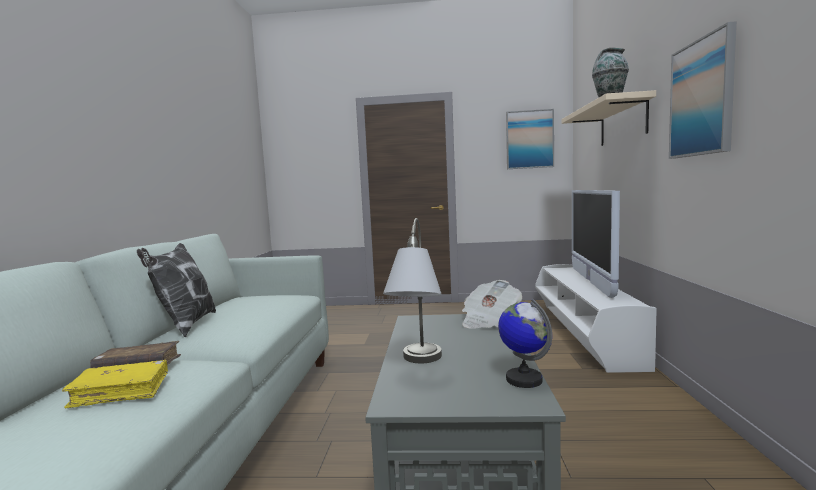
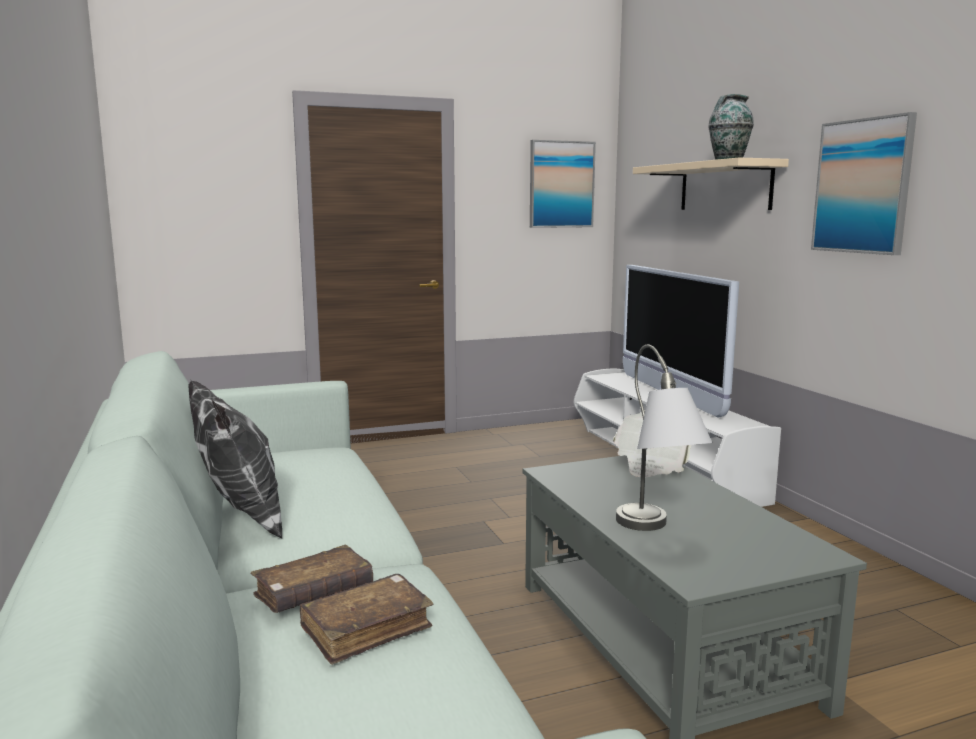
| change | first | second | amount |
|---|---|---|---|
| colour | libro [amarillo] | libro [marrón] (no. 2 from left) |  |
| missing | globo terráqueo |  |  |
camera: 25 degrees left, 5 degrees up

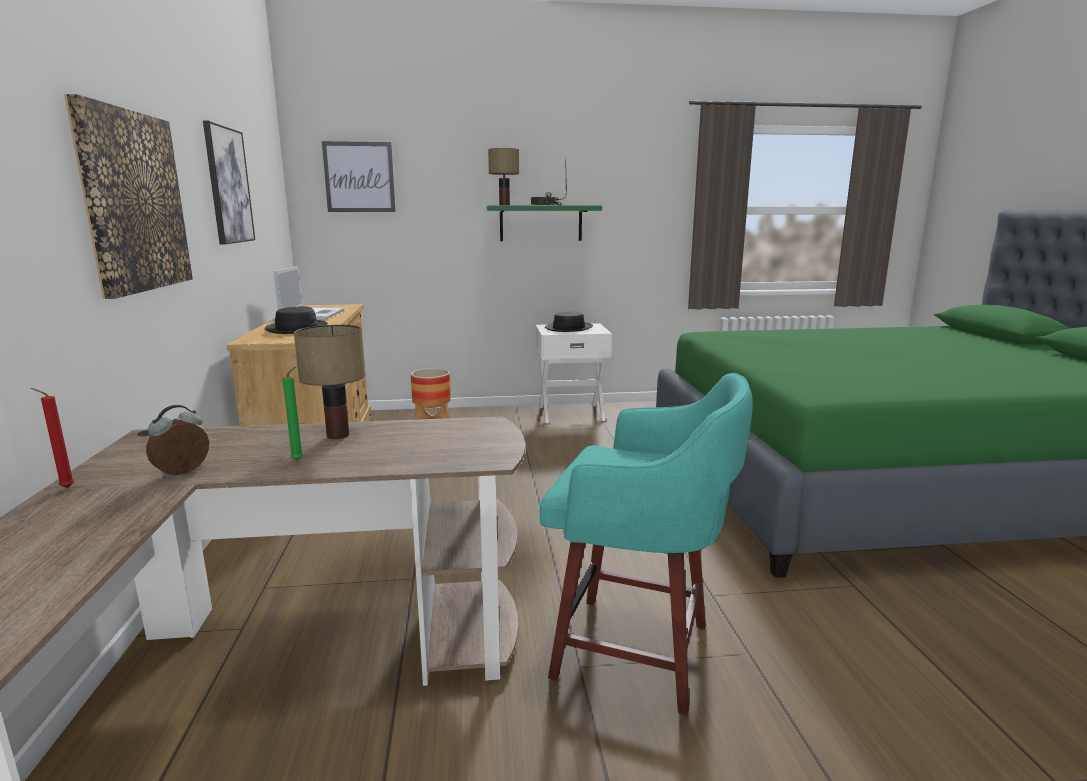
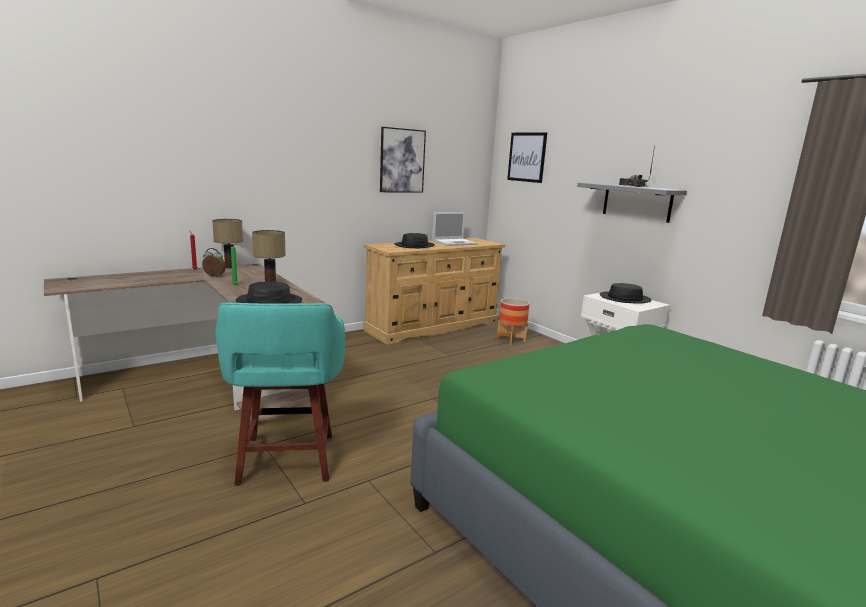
| change | first | second | amount |
|---|---|---|---|
| missing | cuadro (no. 1 from left) |  |  |
| colour | estante [verde] | estante [gris] |  |
| relocated | lámpara de mesa (no. 2 from left in the first image) | lámpara de mesa (no. 1 from left) |  |
| appeared |  | sombrero [negro] (no. 1 from left) |  |
camera: 60 degrees right, 0 degrees up

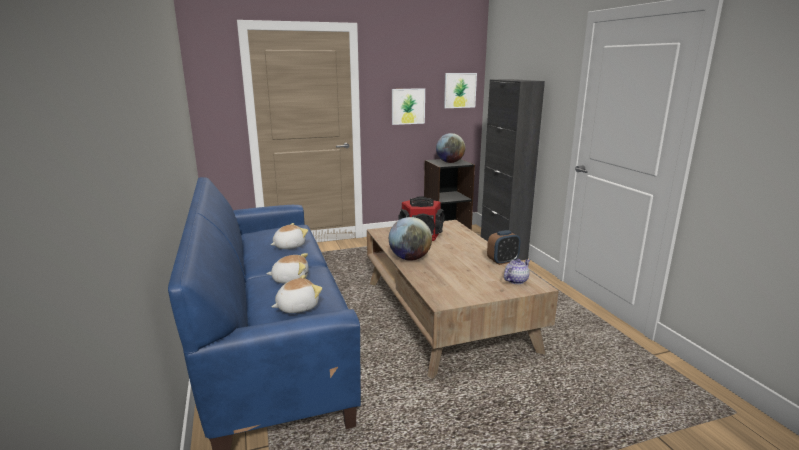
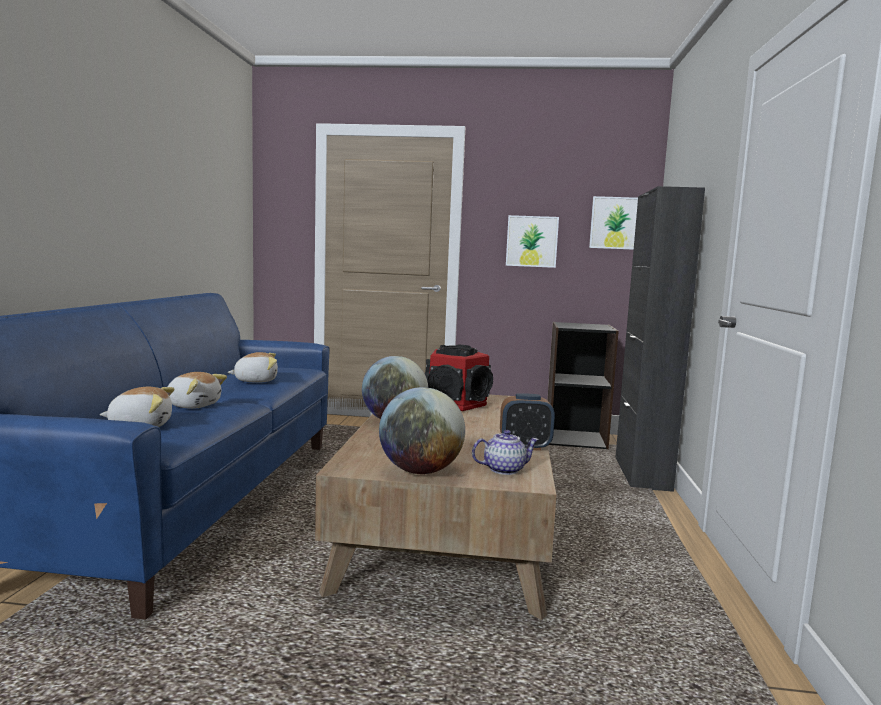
| change | first | second | amount |
|---|---|---|---|
| relocated | globo terráqueo (no. 2 from left) |  |  |
camera: 25 degrees right, 10 degrees down

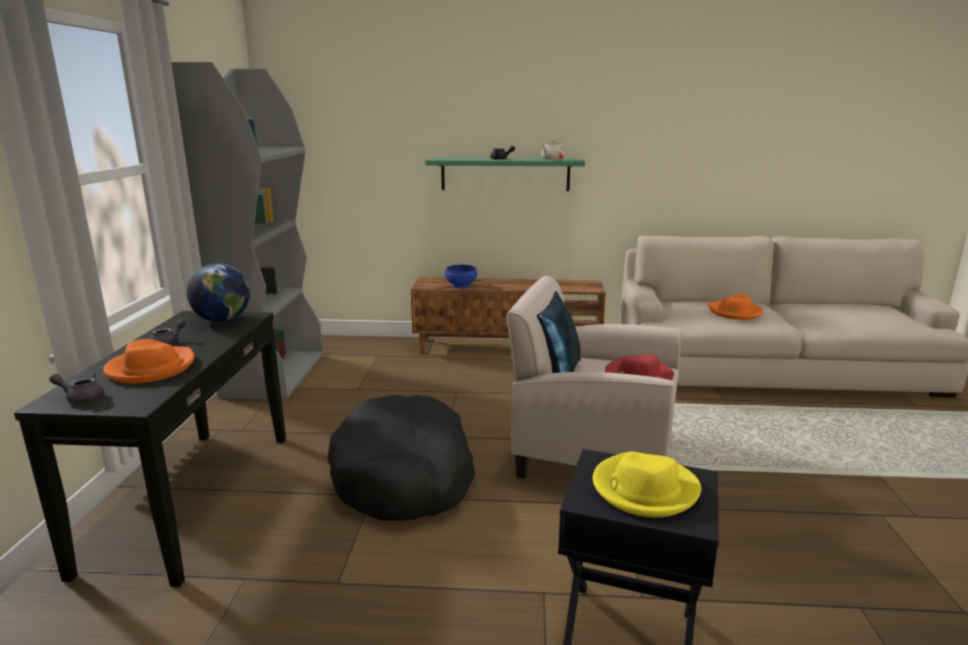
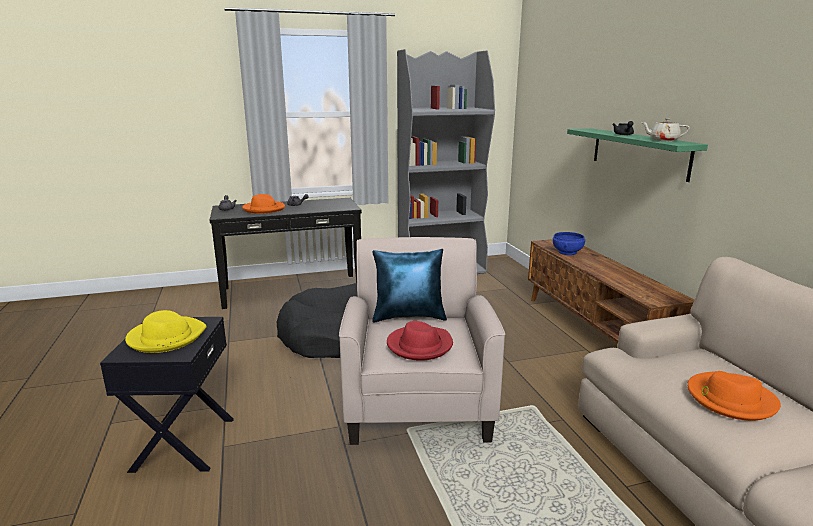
| change | first | second | amount |
|---|---|---|---|
| missing | globo terráqueo |  |  |
camera: 70 degrees right, 0 degrees up

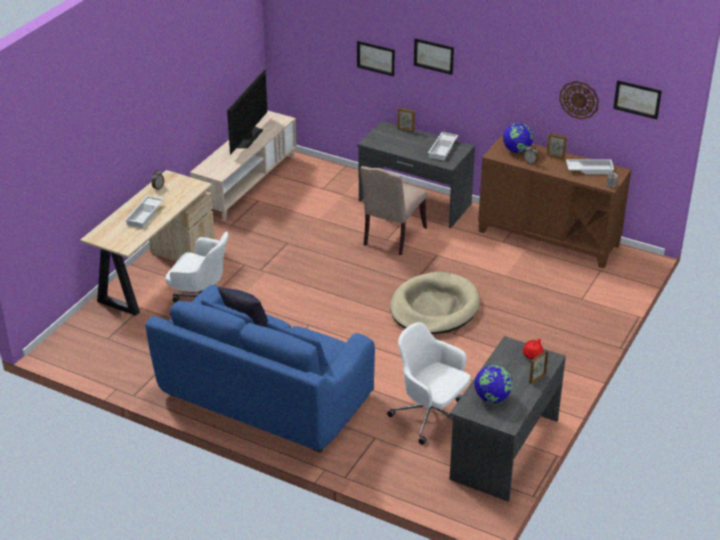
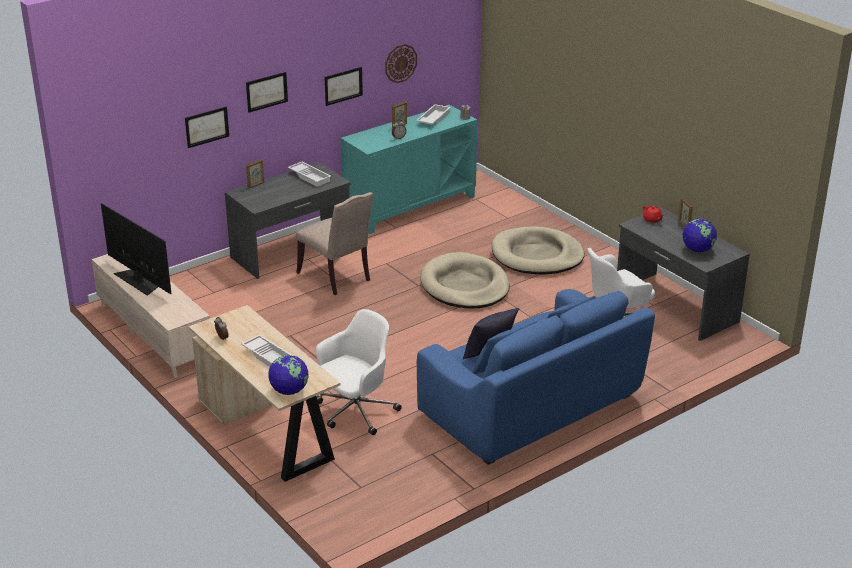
| change | first | second | amount |
|---|---|---|---|
| colour | armario [marrón] | armario [turquesa] |  |
| relocated | globo terráqueo (no. 2 from left in the first image) | globo terráqueo (no. 1 from left) |  |
| relocated | cuadro (no. 3 from left) |  |  |
| appeared |  | cama para perro [beis] (no. 2 from left) |  |
camera: 65 degrees left, 5 degrees down

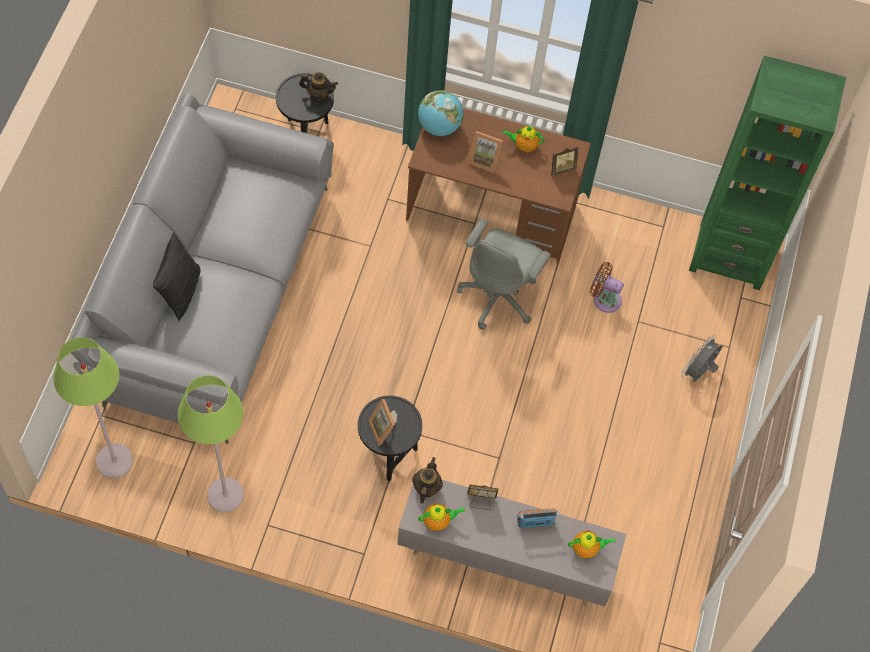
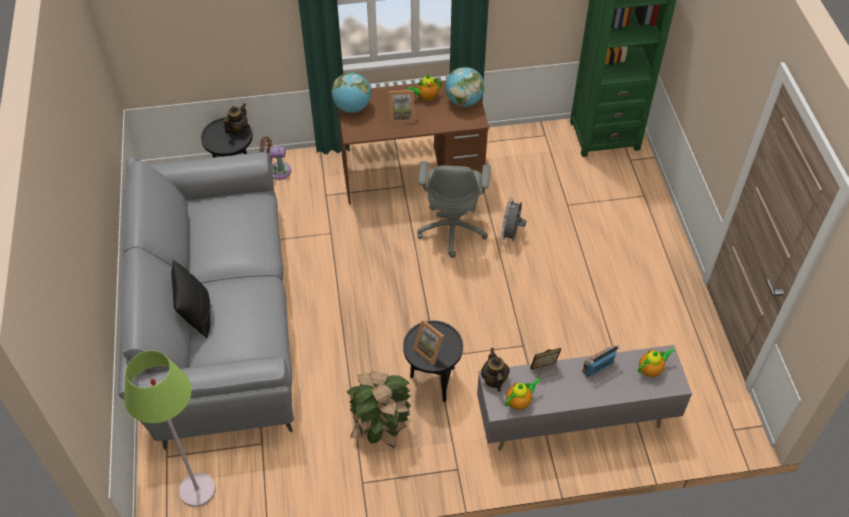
| change | first | second | amount |
|---|---|---|---|
| missing | lámpara de pie [verde] (no. 2 from left) |  |  |
| spun | tetera (no. 1 from left) |  | 45 degrees counterclockwise |
| exchanged | portarretratos (no. 4 from left) | globo terráqueo (no. 2 from left) |  |
| relocated | ventilador [marrón] |  |  |
| relocated | ventilador [gris] |  |  |
| appeared |  | planta en maceta |  |
camera: 20 degrees left, 10 degrees down

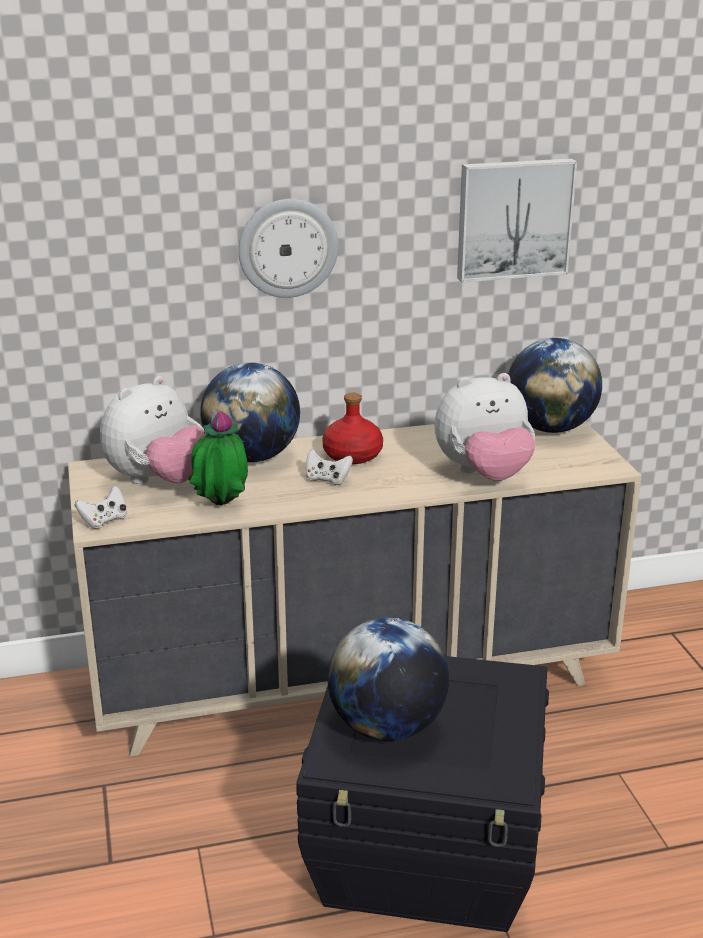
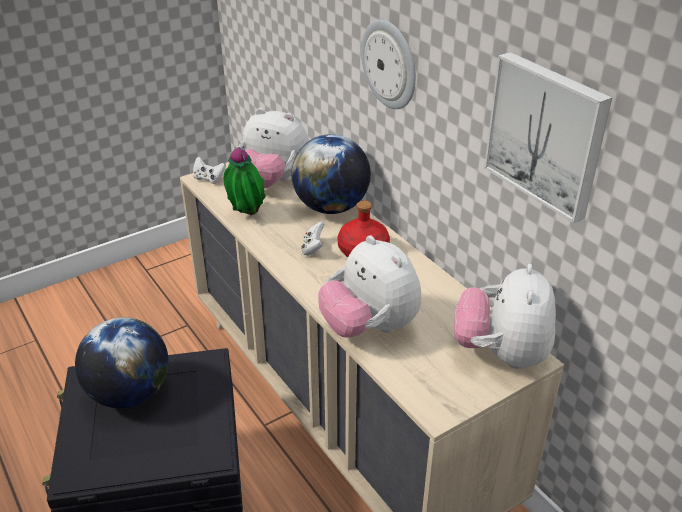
| change | first | second | amount |
|---|---|---|---|
| exchanged | globo terráqueo (no. 3 from left) | peluche (no. 3 from left) |  |
camera: 70 degrees right, 10 degrees up

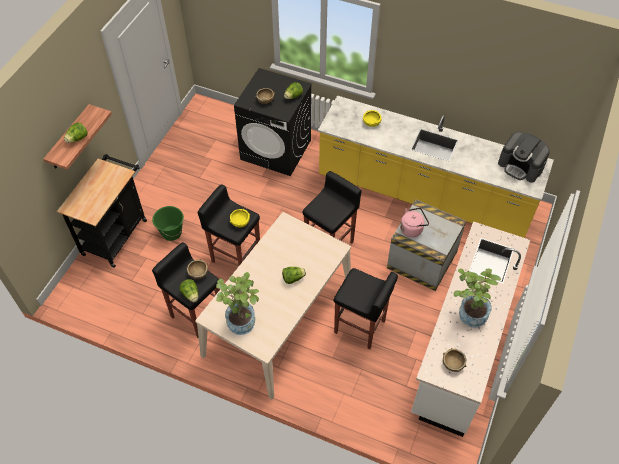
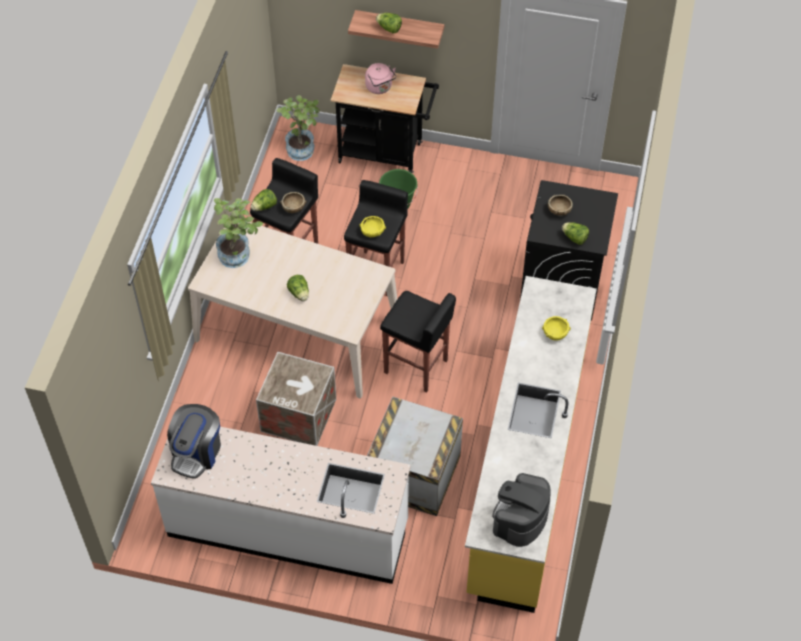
| change | first | second | amount |
|---|---|---|---|
| exchanged | taburete [negro] (no. 4 from left) | caja de embalaje (no. 1 from left) |  |
| relocated | hervidor [rosa] |  |  |
| exchanged | cuenco [marrón] (no. 3 from left) | cafetera (no. 1 from left) |  |
| relocated | planta en maceta (no. 2 from left) |  |  |
camera: 80 degrees right, 0 degrees up

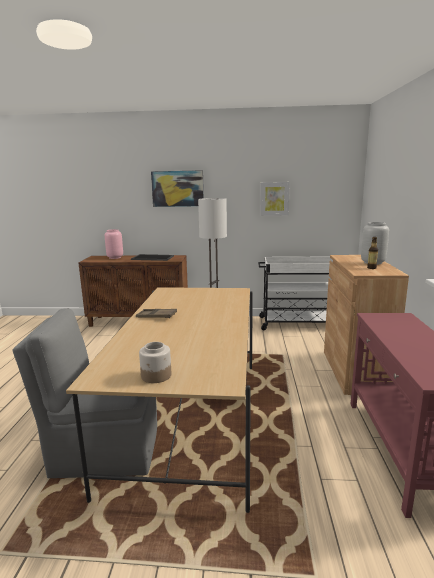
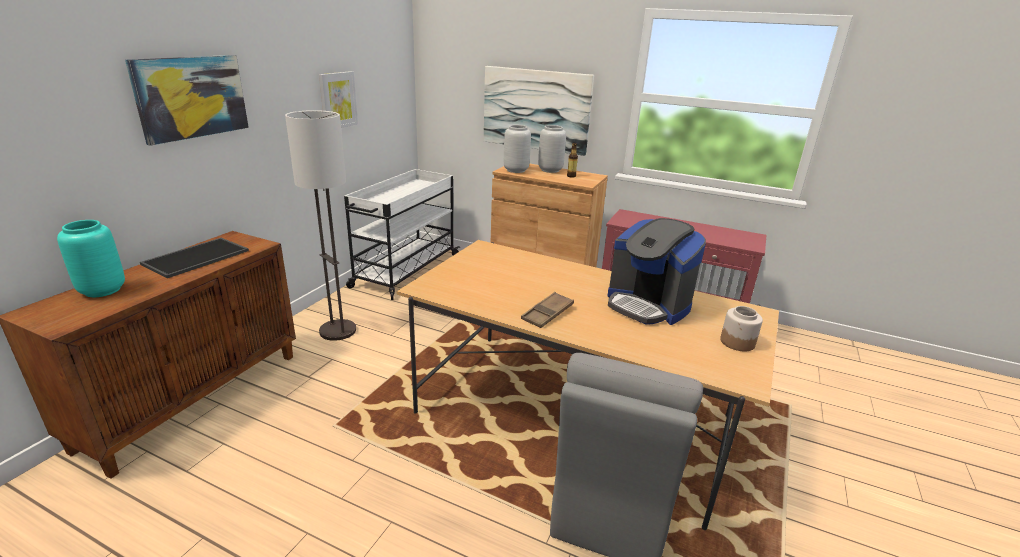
| change | first | second | amount |
|---|---|---|---|
| colour | florero [rosa] | florero [turquesa] |  |
| appeared |  | cuadro (no. 3 from left) |  |
| appeared |  | florero [gris] (no. 1 from left) |  |
| appeared |  | cafetera |  |
camera: 70 degrees left, 10 degrees up

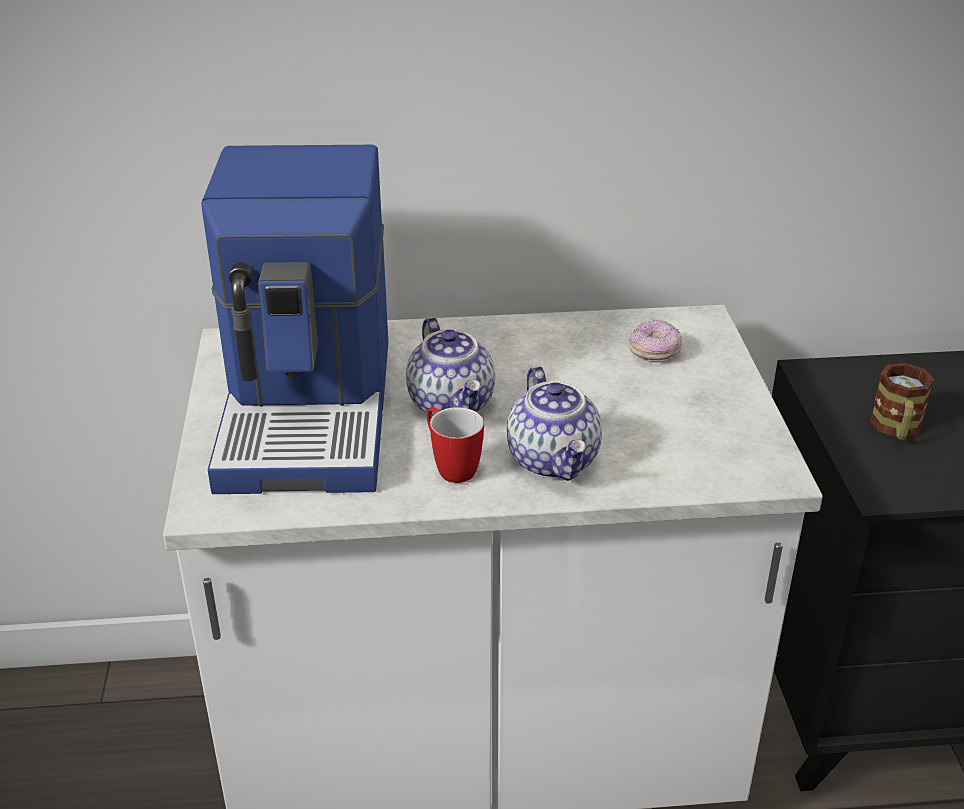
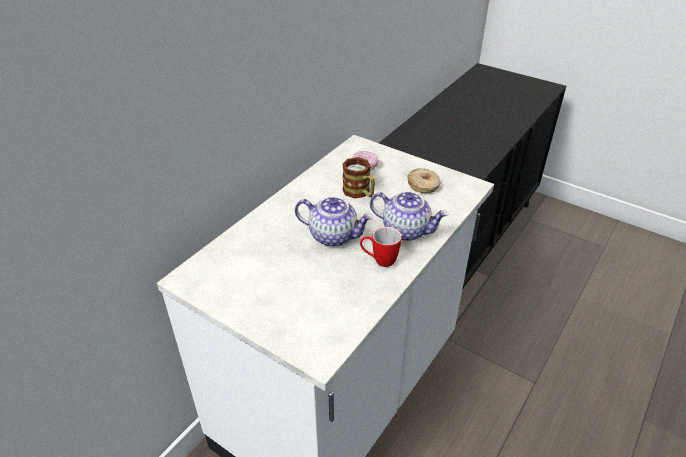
| change | first | second | amount |
|---|---|---|---|
| missing | cafetera |  |  |
| relocated | taza grande (no. 2 from left in the first image) | taza grande (no. 1 from left) |  |
| appeared |  | rosquilla (no. 2 from left) |  |
camera: 50 degrees left, 5 degrees up

